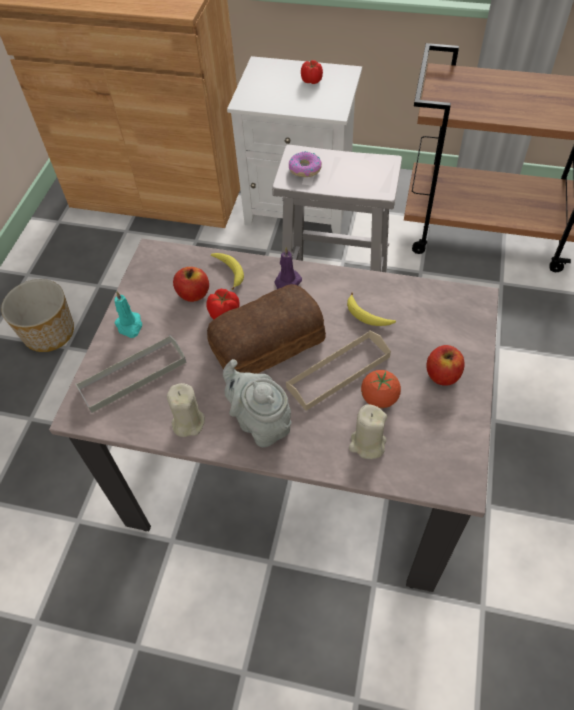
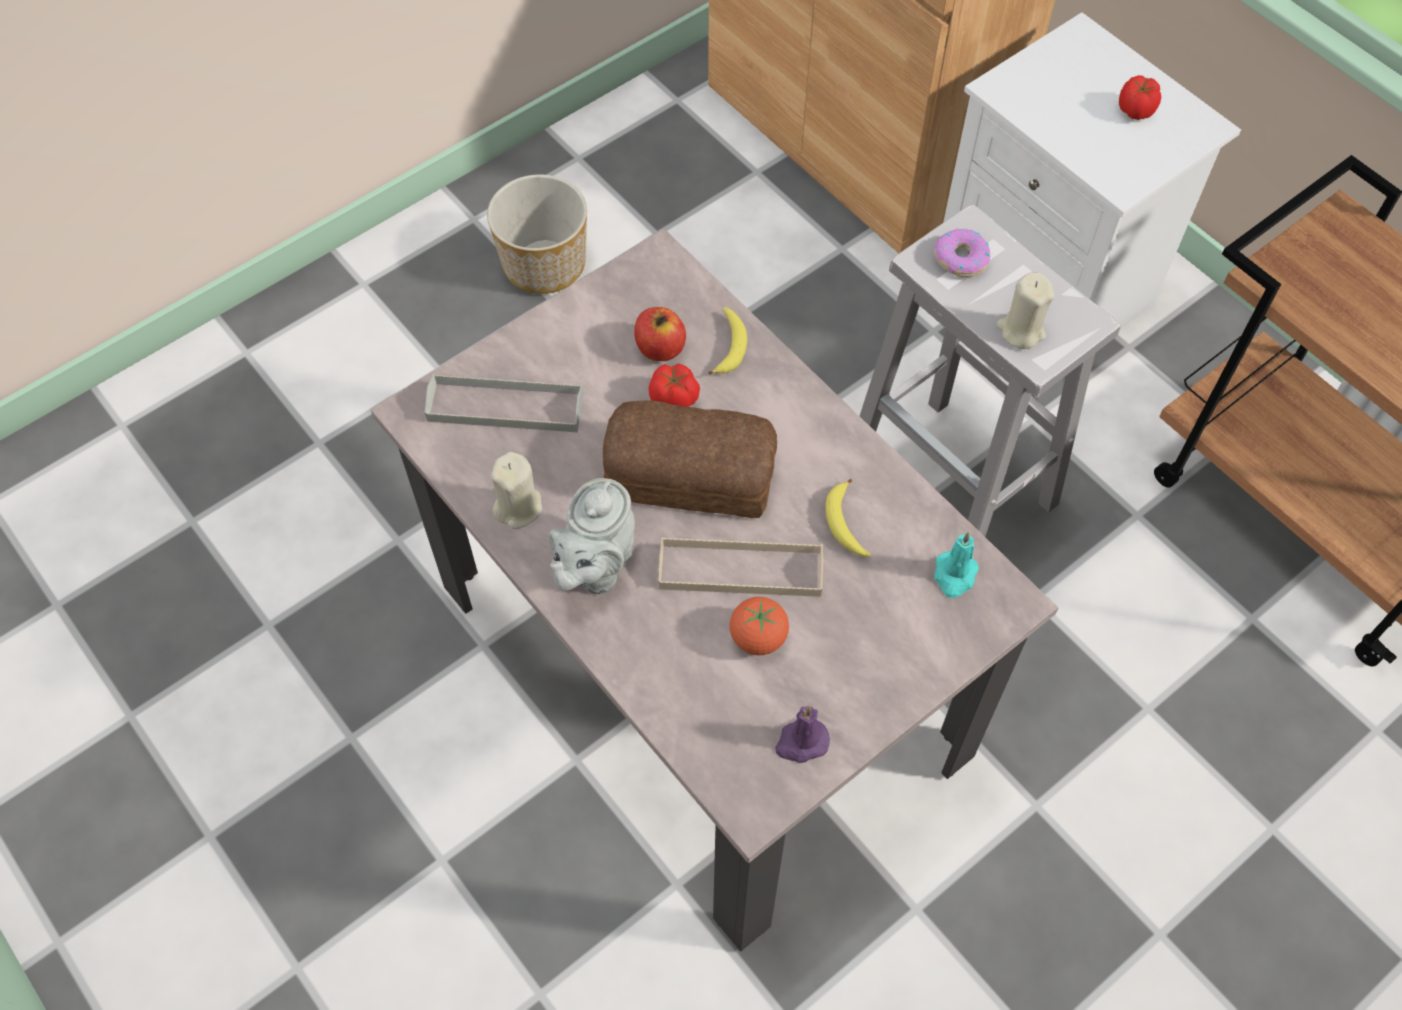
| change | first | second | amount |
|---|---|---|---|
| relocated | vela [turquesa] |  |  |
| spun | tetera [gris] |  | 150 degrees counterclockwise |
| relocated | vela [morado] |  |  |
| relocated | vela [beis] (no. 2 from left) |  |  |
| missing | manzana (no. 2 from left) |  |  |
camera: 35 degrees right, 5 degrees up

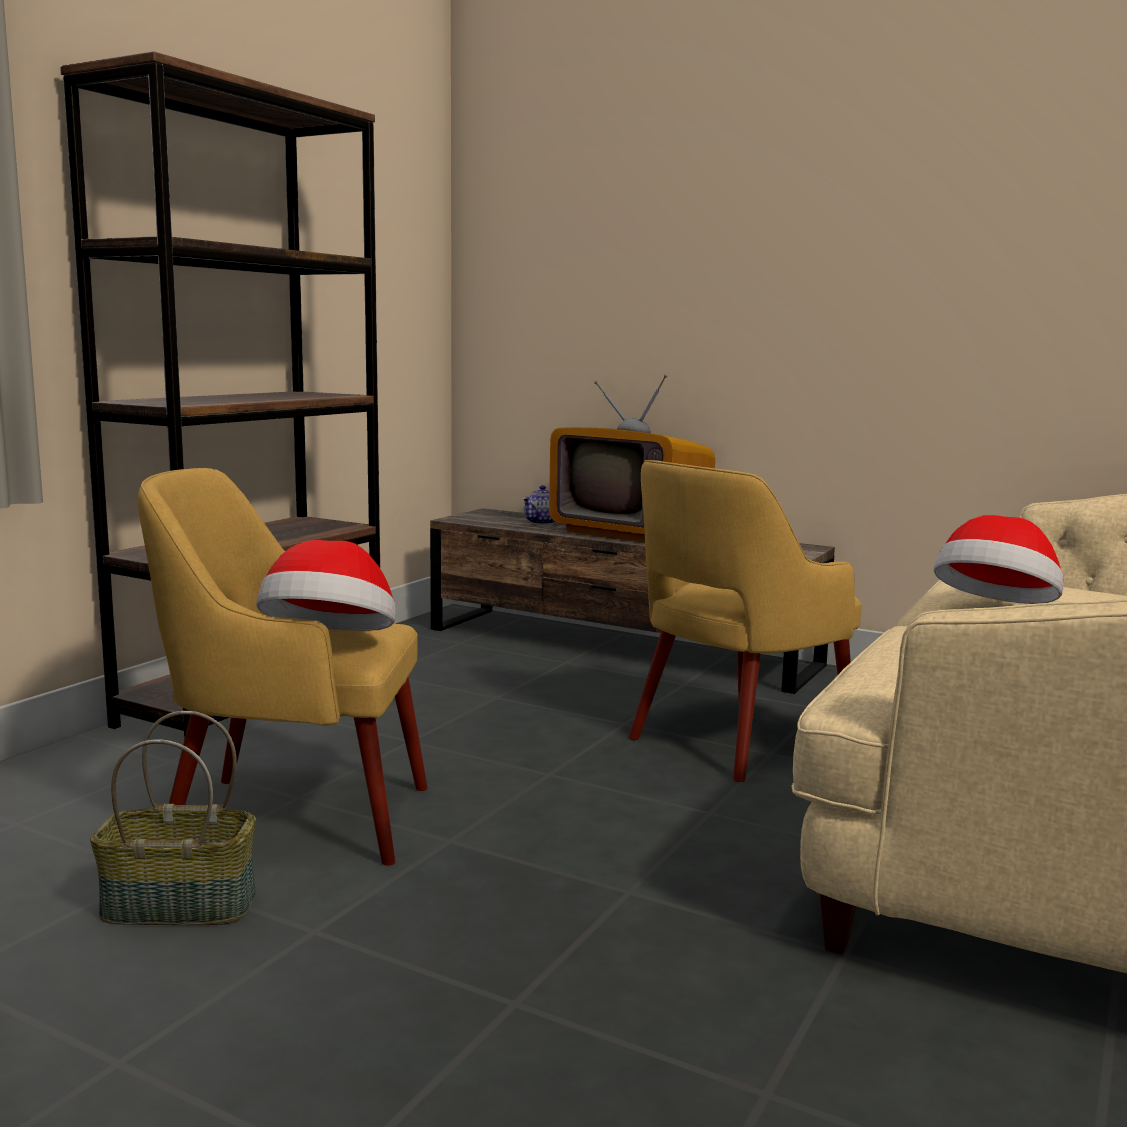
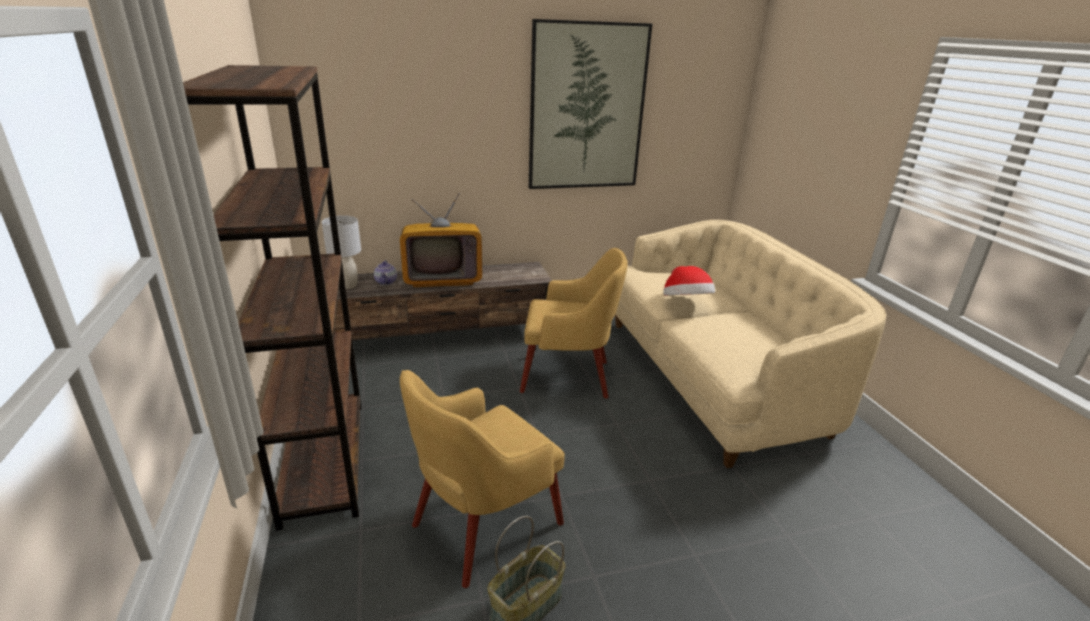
| change | first | second | amount |
|---|---|---|---|
| missing | sombrero (no. 1 from left) |  |  |
| spun | sillón [amarillo] (no. 2 from left) |  | 90 degrees counterclockwise |
| appeared |  | lámpara de mesa [gris] |  |
| appeared |  | cuadro |  |
camera: 45 degrees left, 15 degrees up

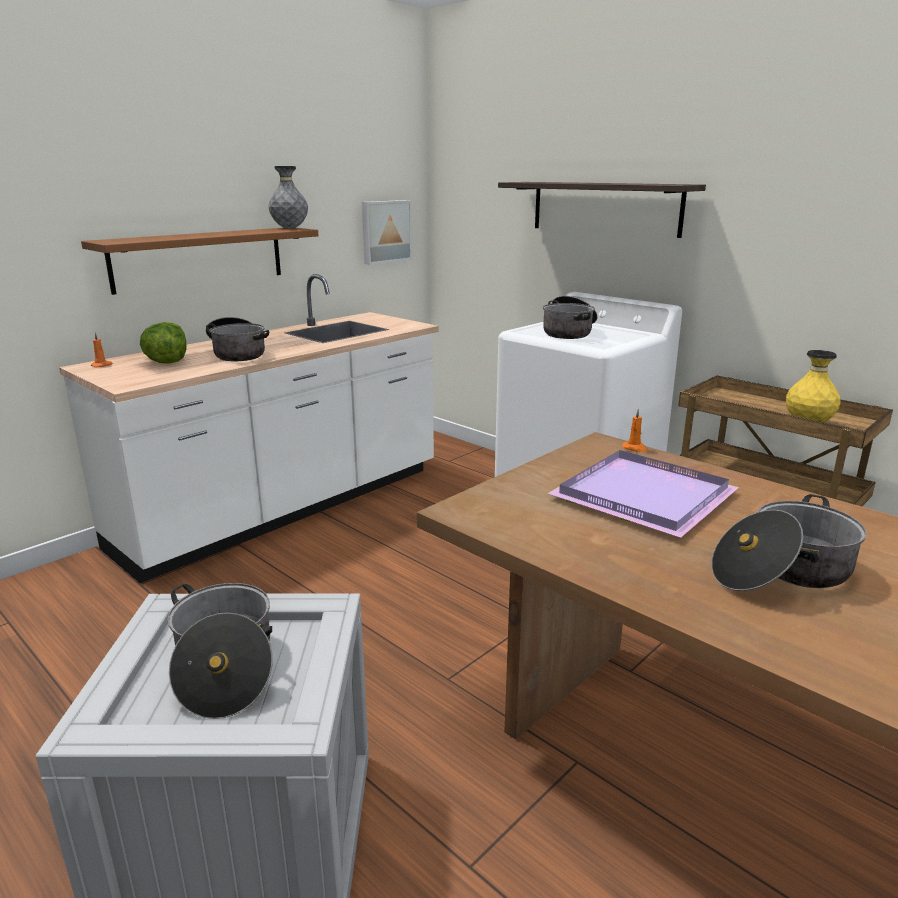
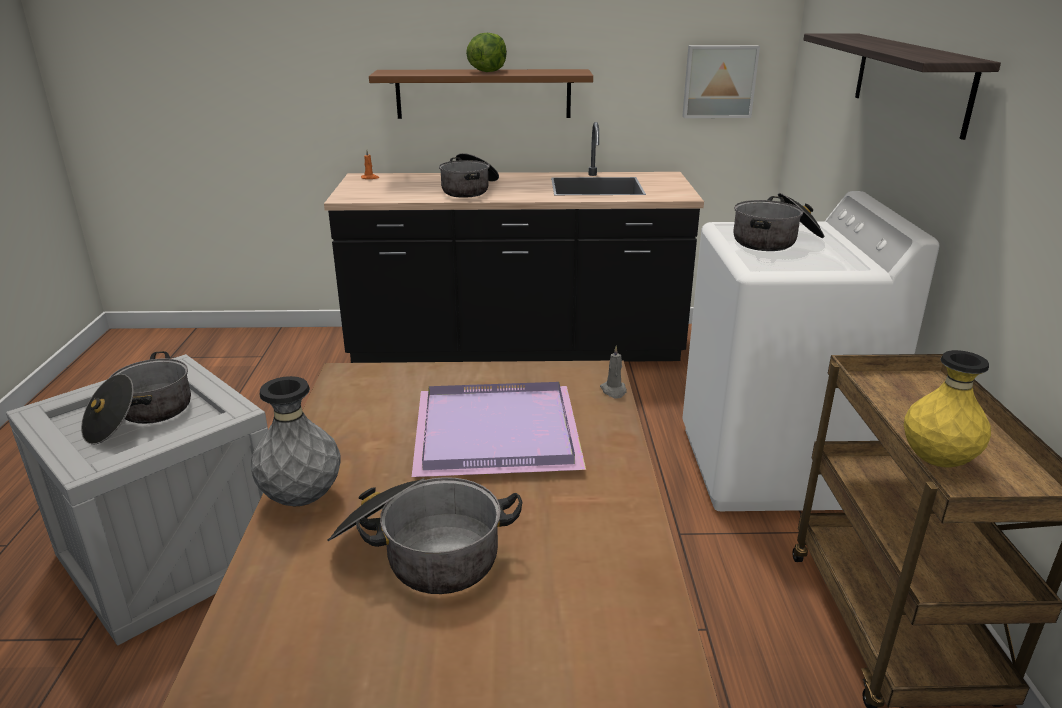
| change | first | second | amount |
|---|---|---|---|
| colour | mueble bajo de cocina [blanco] | mueble bajo de cocina [negro] |  |
| relocated | lechuga |  |  |
| relocated | florero [gris] |  |  |
| colour | vela [naranja] (no. 2 from left) | vela [gris] |  |
camera: 45 degrees right, 5 degrees up

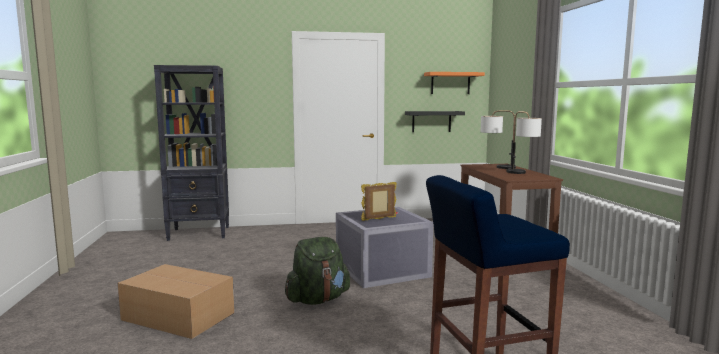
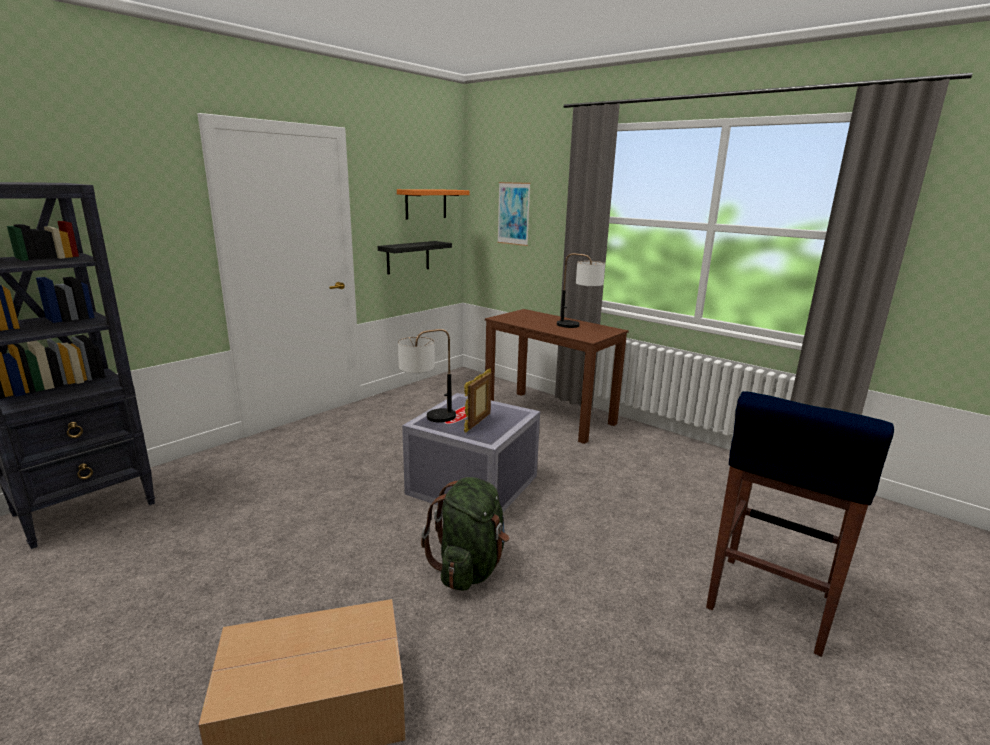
| change | first | second | amount |
|---|---|---|---|
| relocated | lámpara de mesa (no. 1 from left) |  |  |
| appeared |  | cuadro |  |
camera: 40 degrees left, 10 degrees up

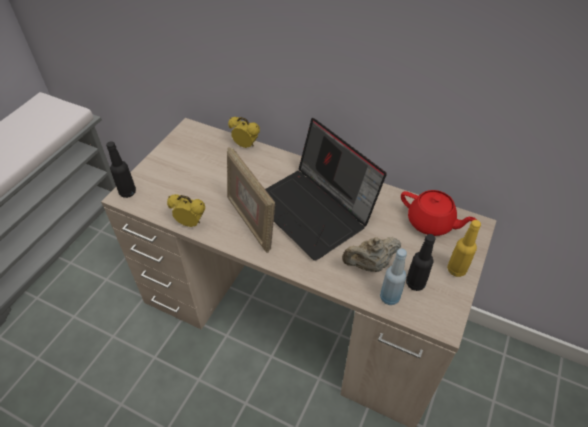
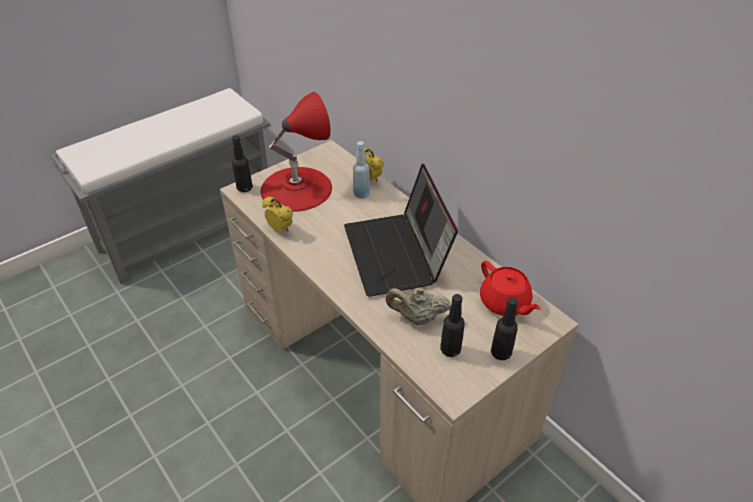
| change | first | second | amount |
|---|---|---|---|
| missing | portarretratos |  |  |
| relocated | botella [azul] |  |  |
| colour | botella [amarillo] | botella [negro] (no. 3 from left) |  |
| appeared |  | lámpara de mesa [rojo] |  |
camera: 25 degrees right, 5 degrees down

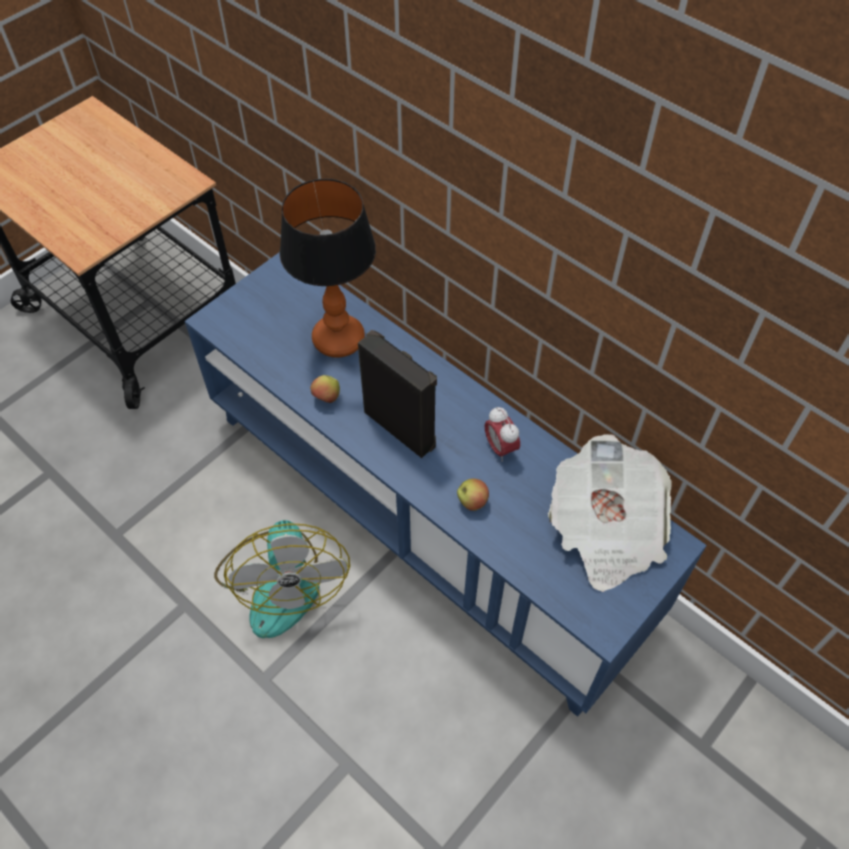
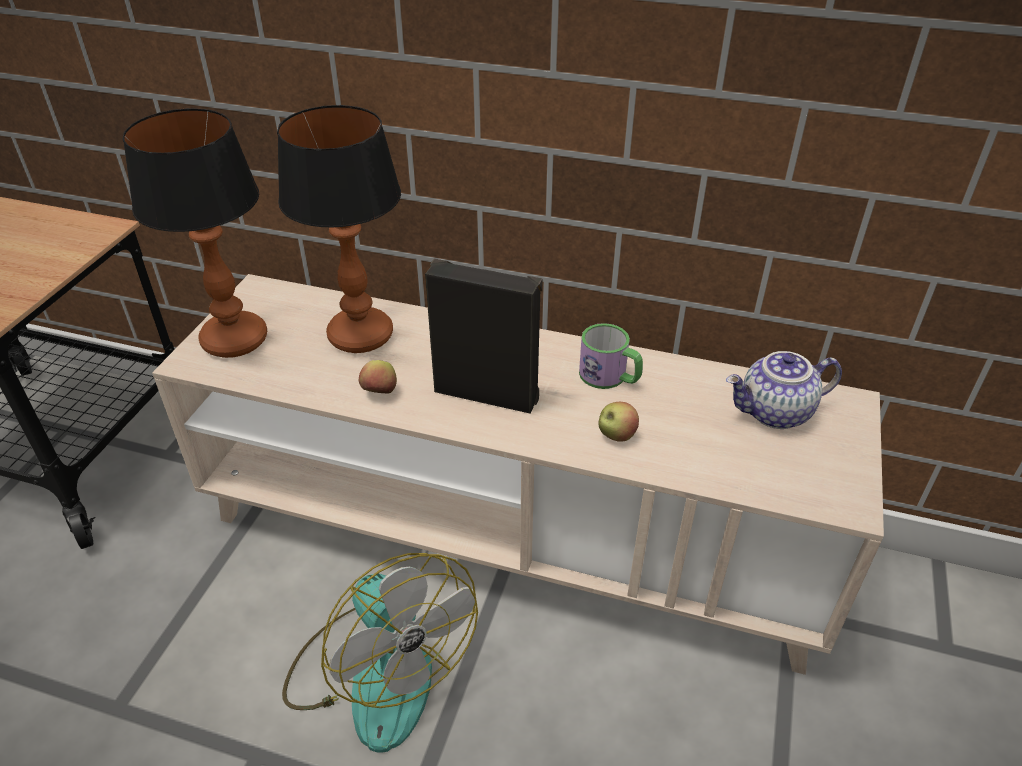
| change | first | second | amount |
|---|---|---|---|
| colour | mueble de televisión [azul] | mueble de televisión [beis] |  |
| exchanged | despertador | taza grande |  |
| exchanged | periódico | tetera |  |
| appeared |  | lámpara de mesa (no. 1 from left) |  |
camera: 25 degrees left, 15 degrees down

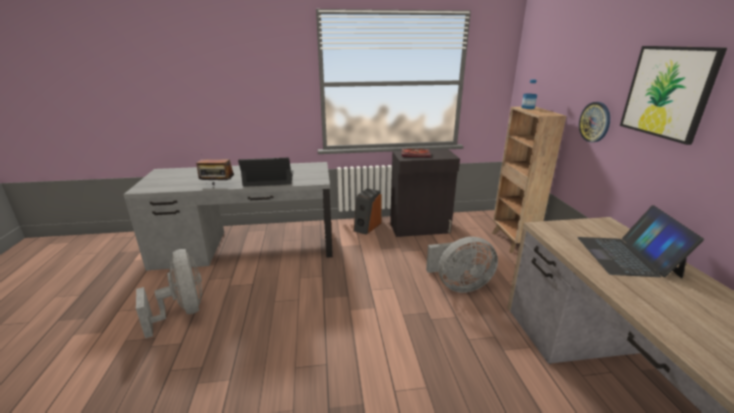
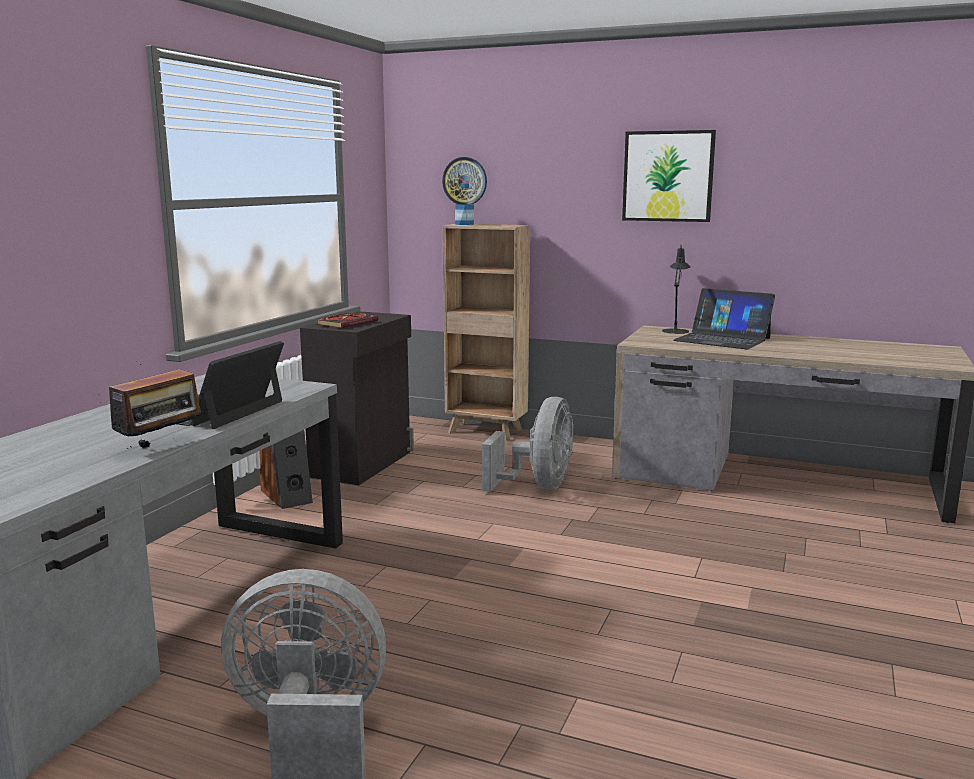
| change | first | second | amount |
|---|---|---|---|
| relocated | reloj de pared |  |  |
| appeared |  | lámpara de mesa [negro] |  |
camera: 60 degrees left, 10 degrees down

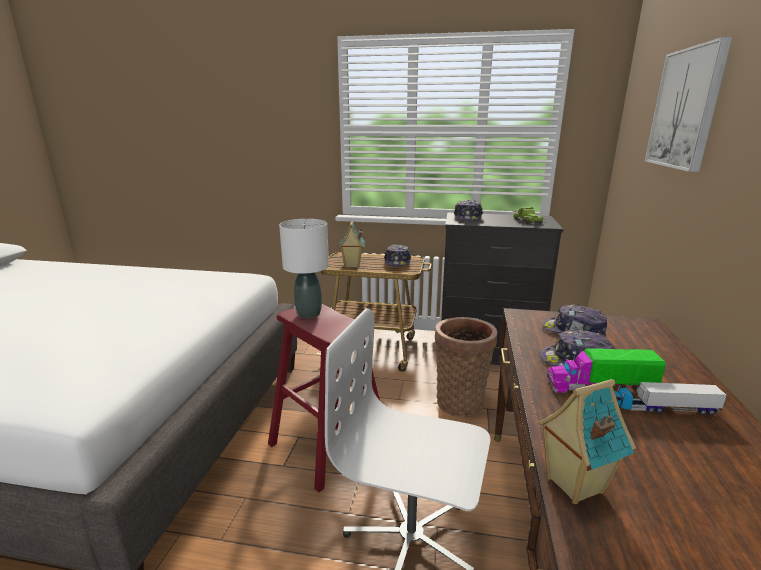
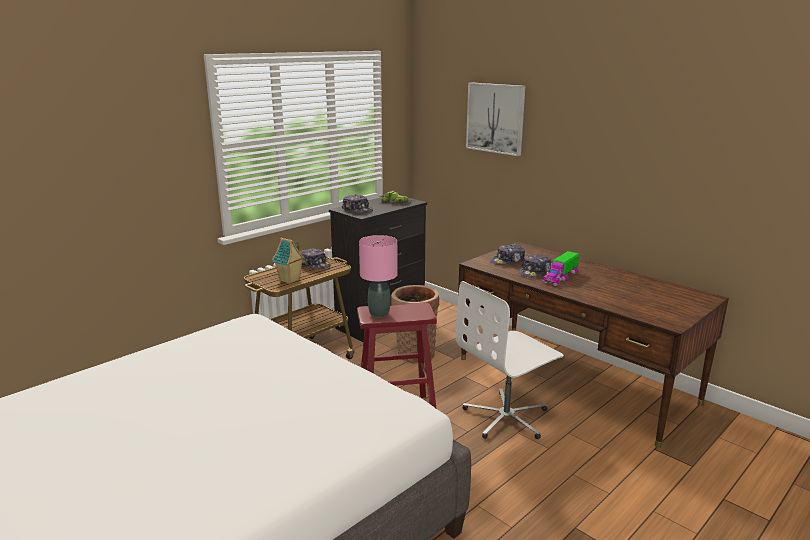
| change | first | second | amount |
|---|---|---|---|
| colour | lámpara de mesa [blanco] | lámpara de mesa [rosa] |  |
| missing | casita (no. 2 from left) |  |  |
| missing | camión de juguete (no. 2 from left) |  |  |
camera: 55 degrees left, 0 degrees up

